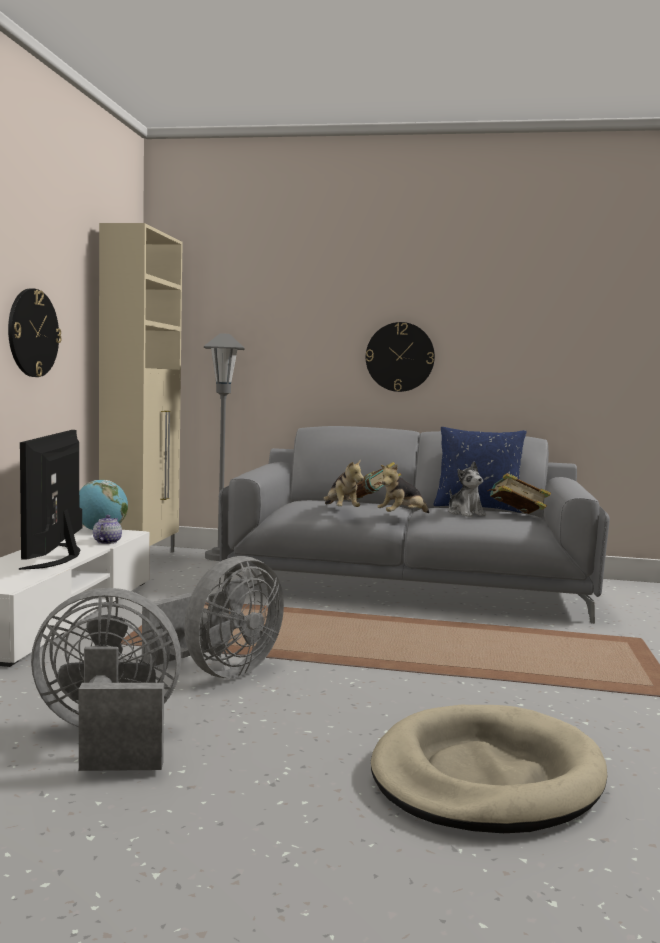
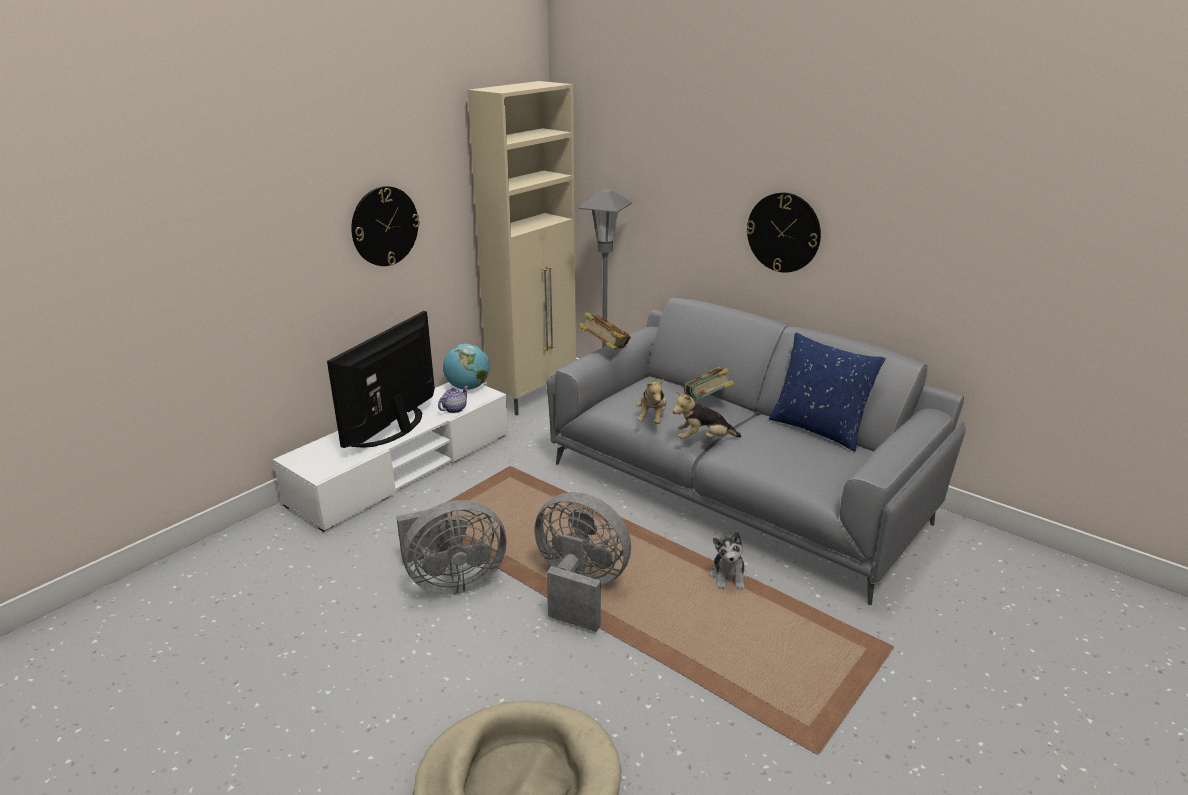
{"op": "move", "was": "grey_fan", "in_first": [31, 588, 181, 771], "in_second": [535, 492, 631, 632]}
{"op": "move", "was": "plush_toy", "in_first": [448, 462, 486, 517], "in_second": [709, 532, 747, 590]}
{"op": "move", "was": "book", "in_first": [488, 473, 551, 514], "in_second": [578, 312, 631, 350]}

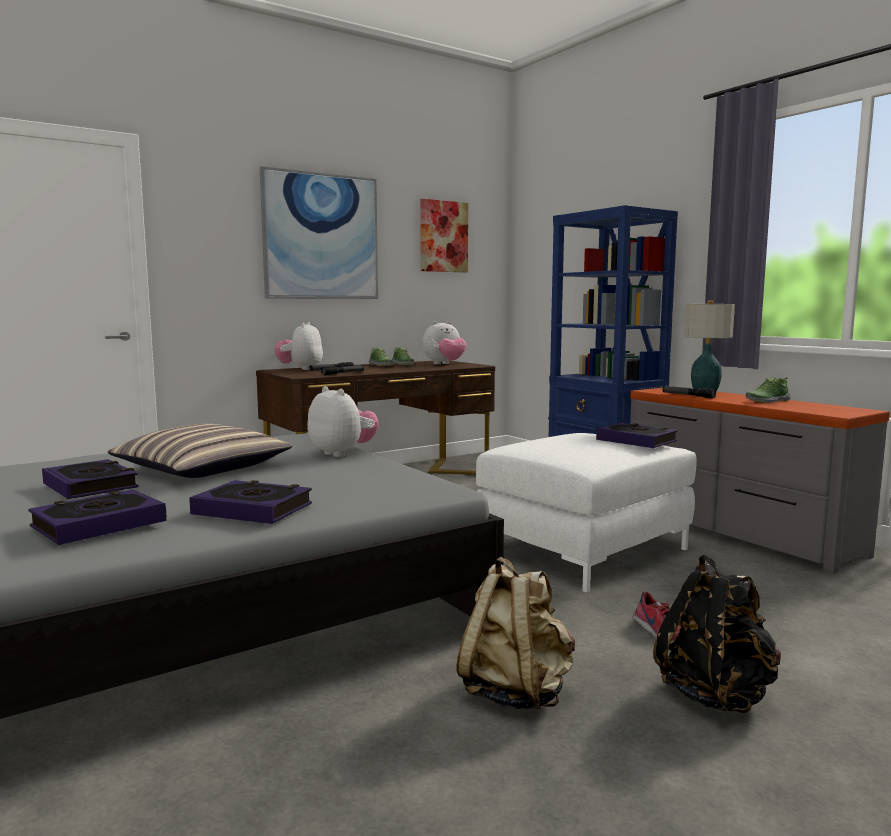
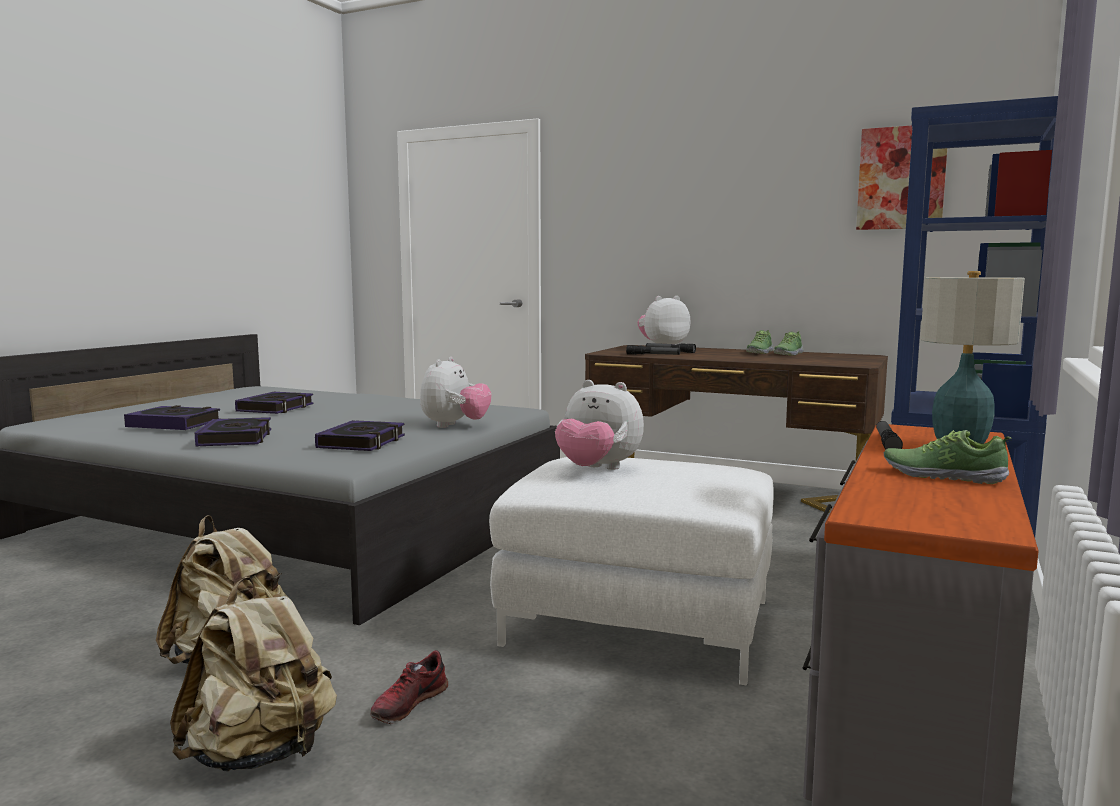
{"op": "delete", "was": "pillow", "in_first": [108, 424, 292, 478]}
{"op": "delete", "was": "picture", "in_first": [260, 166, 378, 299]}
{"op": "move", "was": "plush_toy", "in_first": [422, 321, 466, 365], "in_second": [555, 380, 644, 470]}
{"op": "move", "was": "book", "in_first": [596, 423, 678, 448], "in_second": [315, 420, 405, 451]}
{"op": "recolor", "was": "black_backpack", "now": "beige_backpack", "in_first": [653, 554, 781, 713], "in_second": [170, 577, 337, 772]}

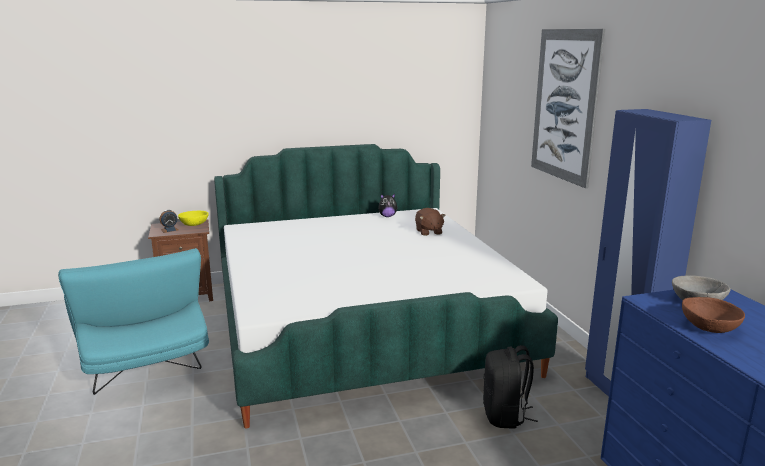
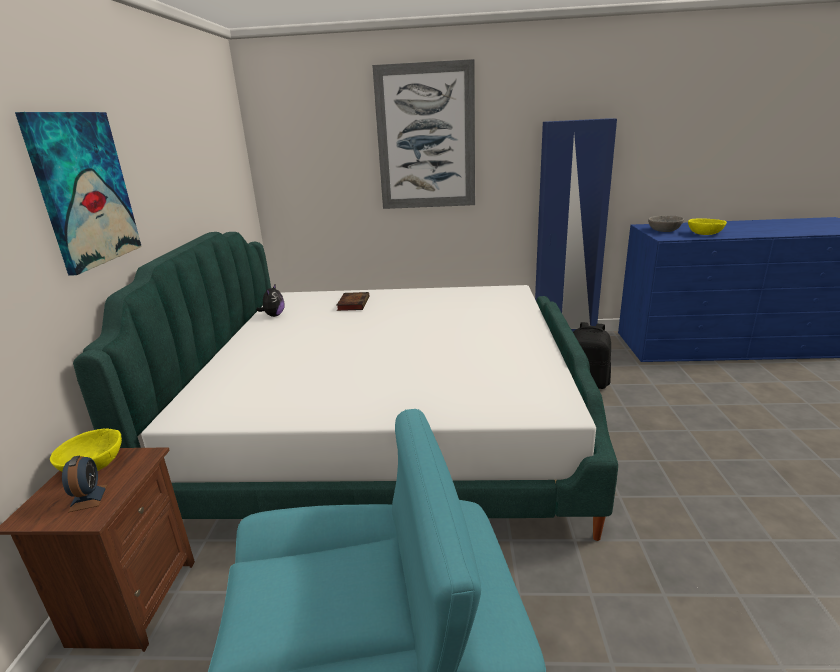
{"op": "insert", "now": "picture", "in_second": [15, 112, 142, 276]}
{"op": "replace", "was": "brown_plush_toy", "now": "book", "in_first": [415, 208, 446, 236], "in_second": [336, 292, 369, 311]}
{"op": "recolor", "was": "brown_bowl", "now": "yellow_bowl", "in_first": [682, 297, 745, 333], "in_second": [688, 219, 727, 235]}

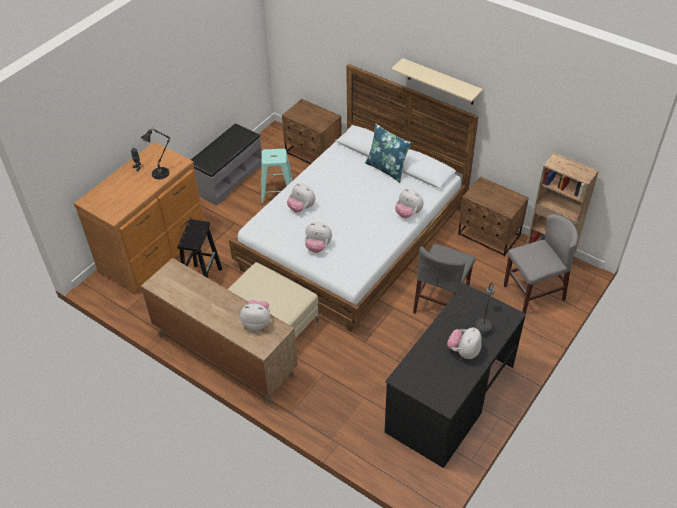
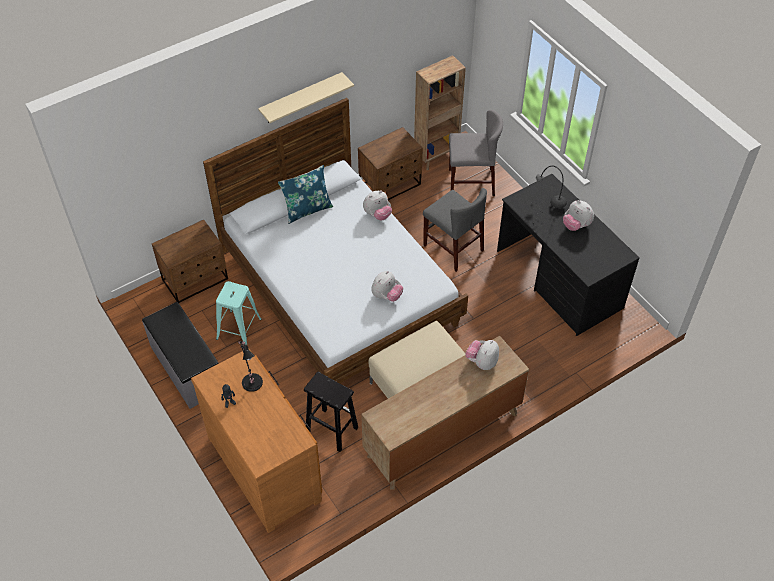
{"op": "delete", "was": "plush_toy", "in_first": [287, 183, 315, 212]}
{"op": "rotate", "was": "grey_chair", "in_first": [504, 214, 578, 314], "in_second": [449, 110, 503, 196], "clockwise": 90}

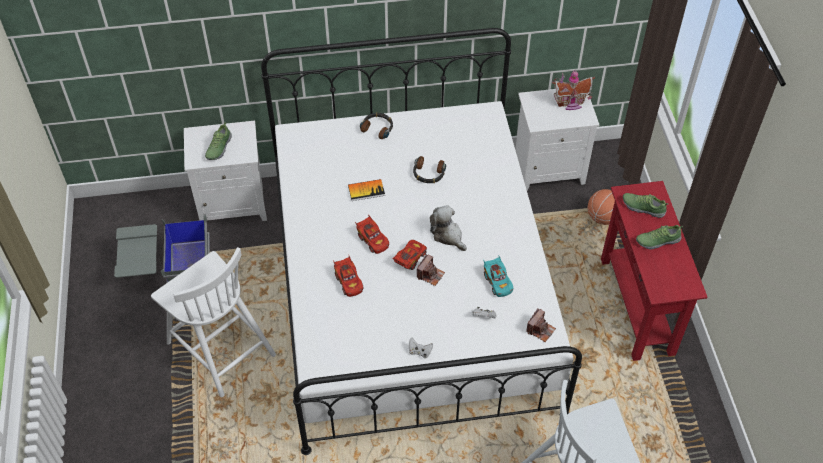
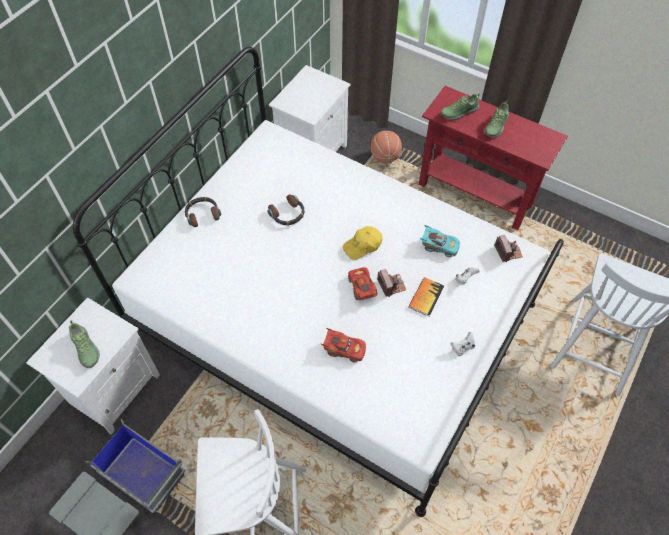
{"op": "delete", "was": "red_toy_car", "in_first": [355, 214, 389, 254]}
{"op": "delete", "was": "toy_house", "in_first": [552, 70, 595, 110]}
{"op": "move", "was": "book", "in_first": [348, 179, 385, 201], "in_second": [408, 277, 444, 317]}
{"op": "replace", "was": "plush_toy", "now": "yellow_cap", "in_first": [430, 205, 467, 251], "in_second": [343, 226, 382, 260]}

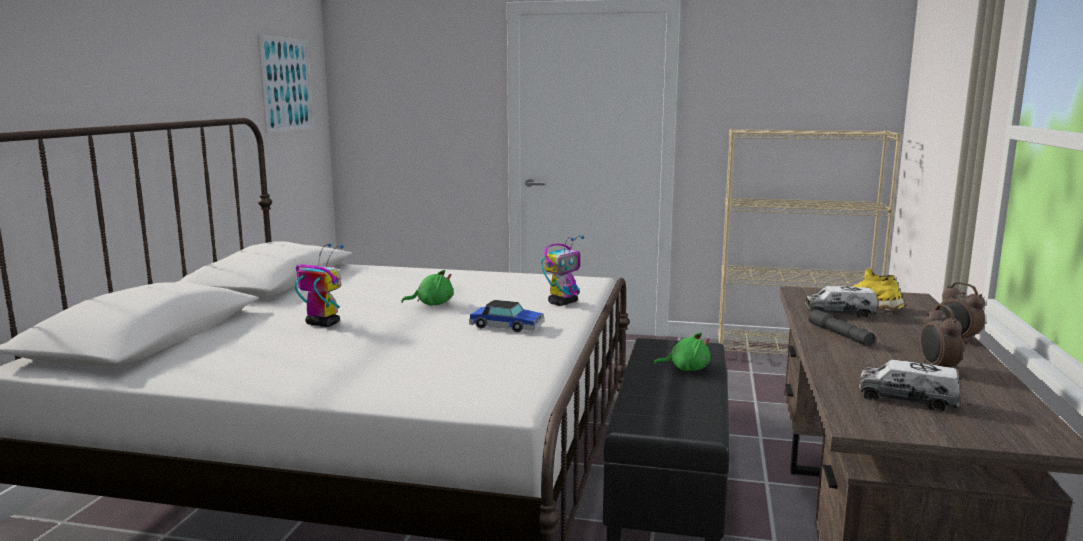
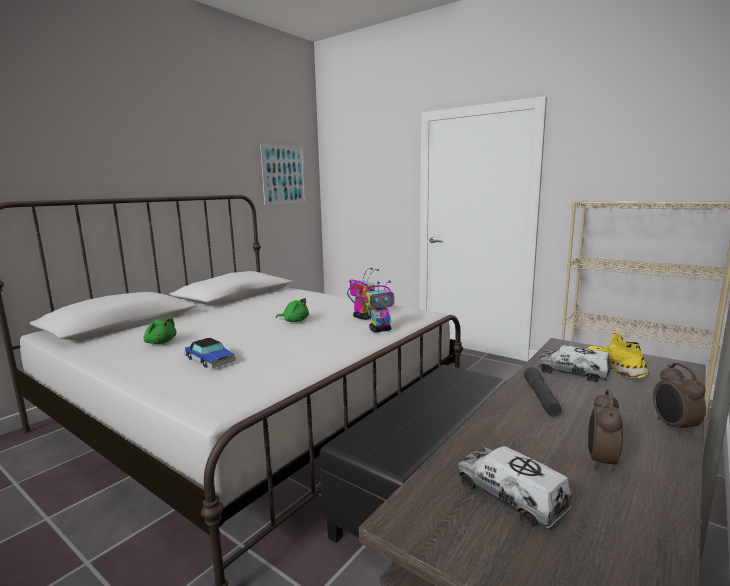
{"op": "move", "was": "toy_robot", "in_first": [295, 243, 344, 327], "in_second": [347, 268, 379, 320]}
{"op": "move", "was": "toy_car", "in_first": [469, 300, 544, 332], "in_second": [185, 338, 236, 369]}
{"op": "move", "was": "green_plush_toy", "in_first": [653, 333, 711, 371], "in_second": [143, 317, 177, 344]}

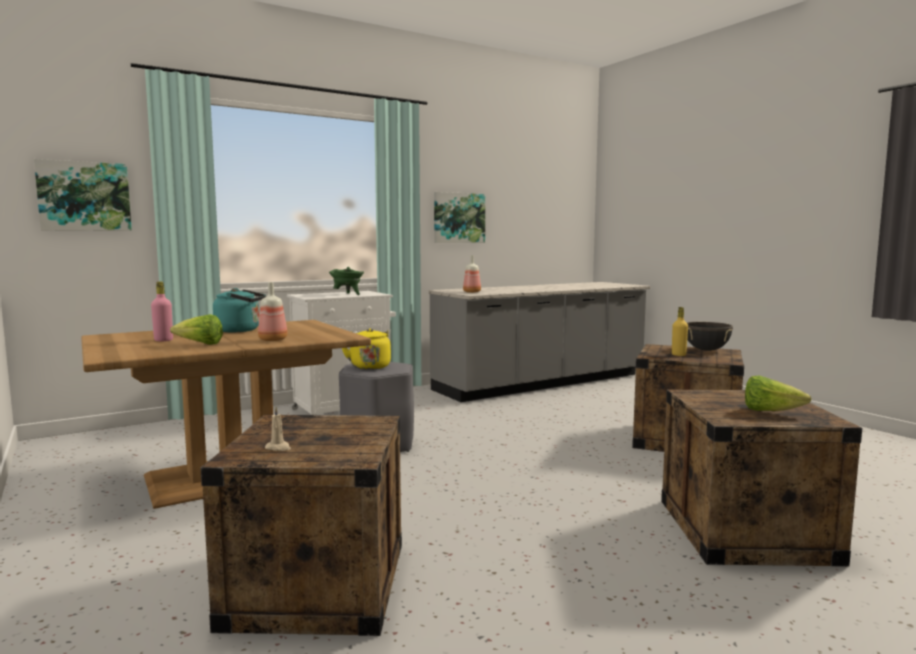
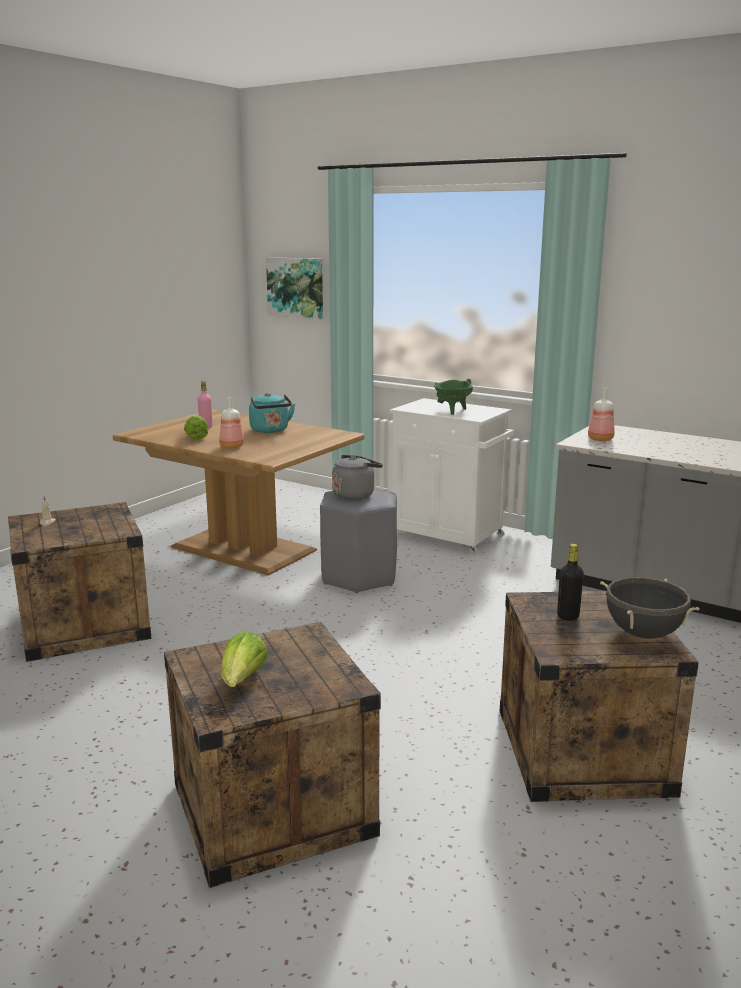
{"op": "delete", "was": "picture", "in_first": [434, 192, 485, 243]}
{"op": "recolor", "was": "yellow_kettle", "now": "grey_kettle", "in_first": [342, 328, 391, 370], "in_second": [332, 455, 383, 500]}
{"op": "recolor", "was": "yellow_bottle", "now": "black_bottle", "in_first": [672, 307, 688, 356], "in_second": [557, 544, 584, 621]}

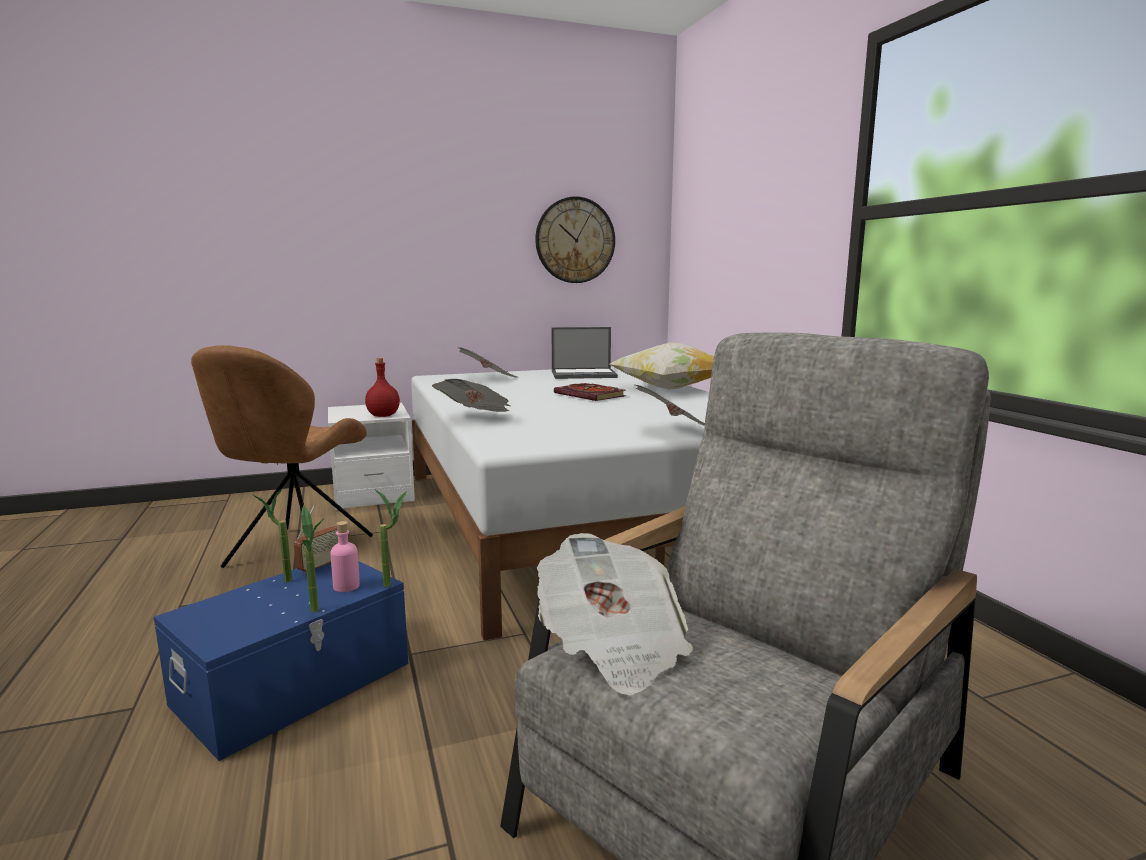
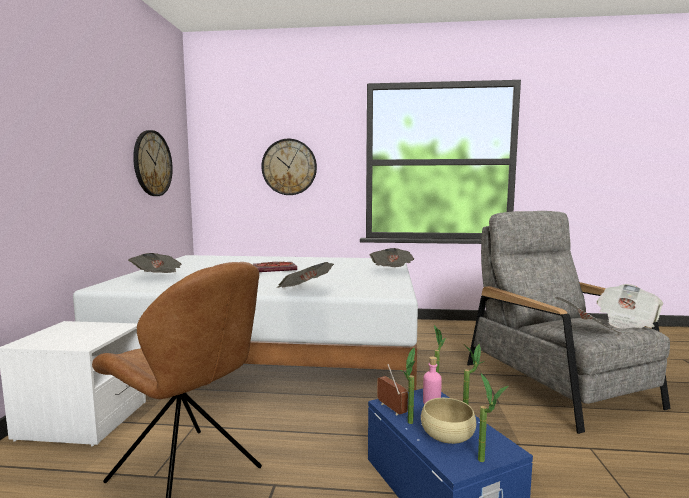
{"op": "delete", "was": "red_bottle", "in_first": [365, 358, 400, 417]}
{"op": "delete", "was": "laptop", "in_first": [552, 327, 618, 379]}
{"op": "delete", "was": "pillow", "in_first": [609, 342, 714, 390]}
{"op": "insert", "now": "wall_clock", "in_second": [261, 139, 317, 195]}
{"op": "insert", "now": "beige_bowl", "in_second": [421, 398, 476, 444]}
{"op": "insert", "now": "potted_plant", "in_second": [478, 374, 509, 462]}
{"op": "insert", "now": "newspaper", "in_second": [596, 284, 663, 328]}

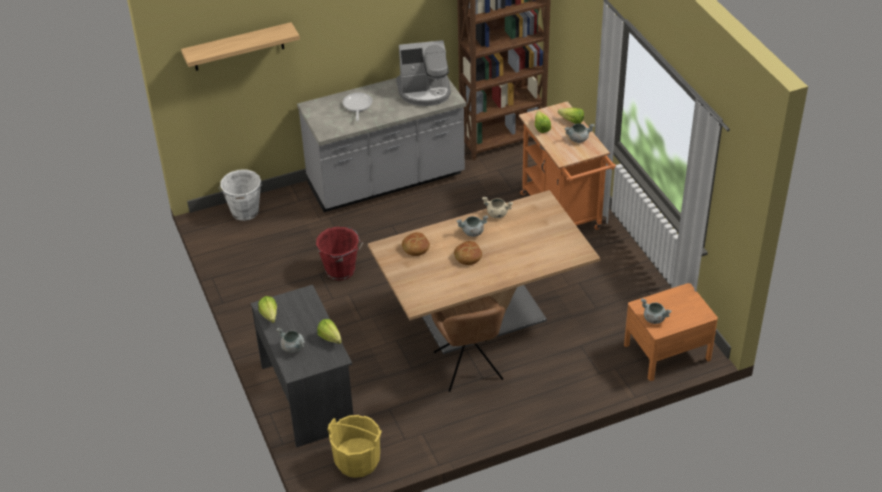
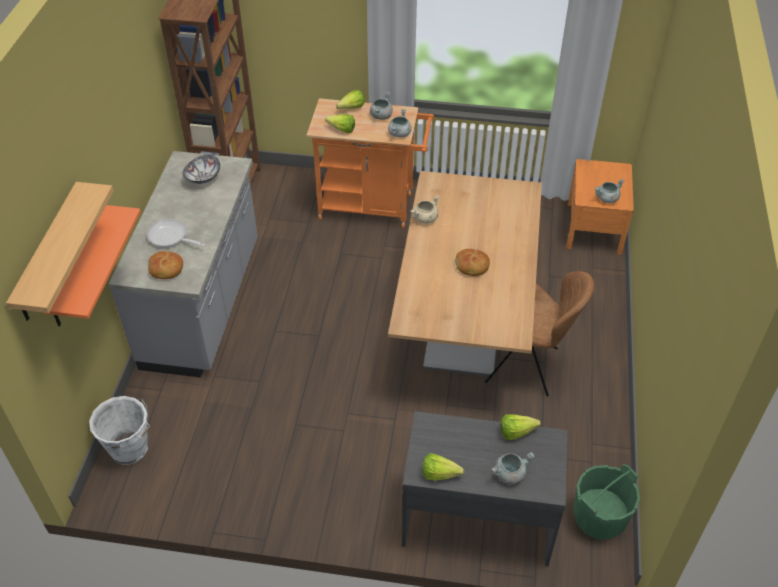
{"op": "delete", "was": "red_bucket", "in_first": [316, 227, 363, 281]}
{"op": "insert", "now": "orange_shelf", "in_second": [42, 205, 141, 326]}
{"op": "move", "was": "bread", "in_first": [402, 232, 430, 256], "in_second": [148, 251, 183, 279]}
{"op": "move", "was": "grey_cooking_pot", "in_first": [456, 215, 488, 237], "in_second": [388, 109, 412, 138]}
{"op": "replace", "was": "coffee_machine", "now": "bowl", "in_first": [396, 40, 451, 106], "in_second": [183, 155, 220, 184]}
{"op": "recolor", "was": "yellow_bucket", "now": "green_bucket", "in_first": [328, 415, 382, 478], "in_second": [573, 464, 640, 540]}

